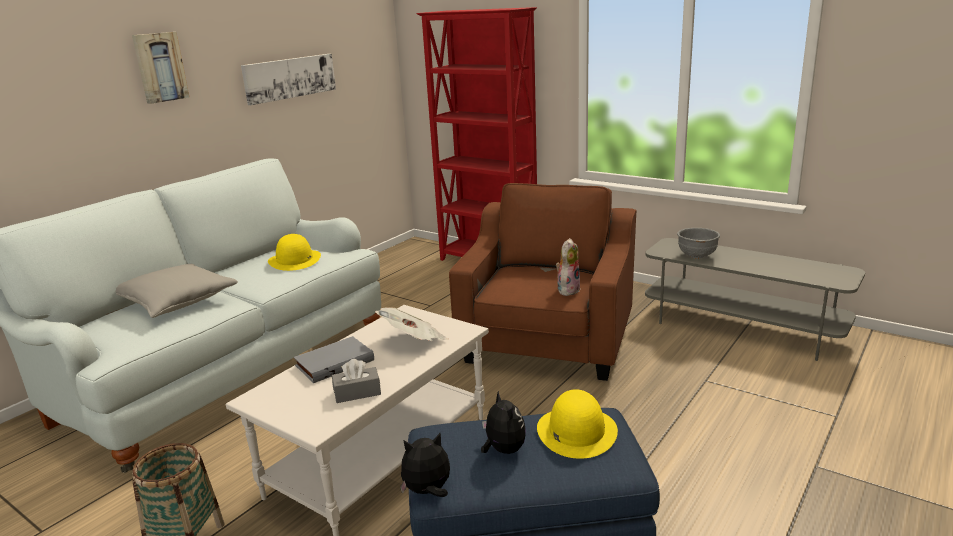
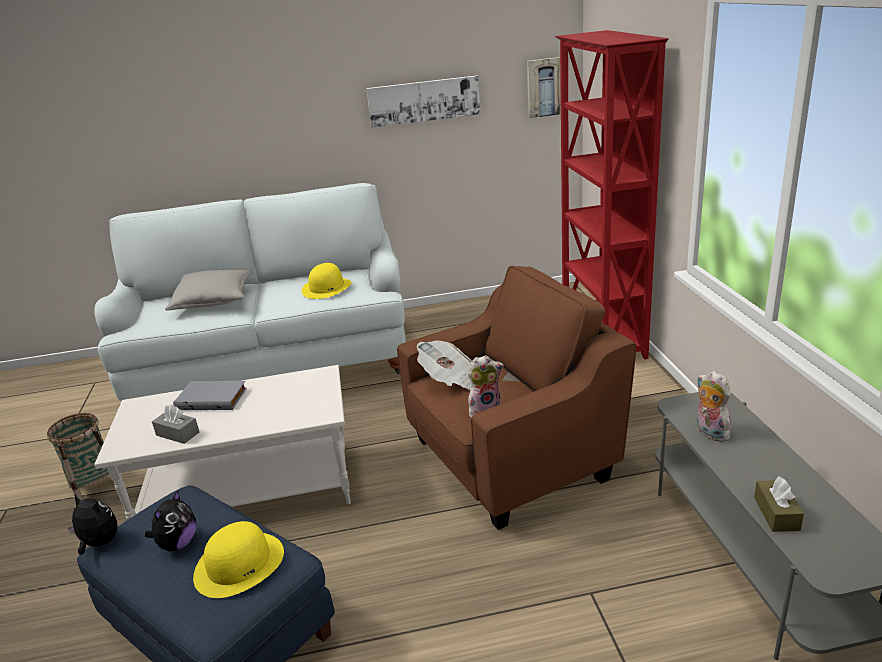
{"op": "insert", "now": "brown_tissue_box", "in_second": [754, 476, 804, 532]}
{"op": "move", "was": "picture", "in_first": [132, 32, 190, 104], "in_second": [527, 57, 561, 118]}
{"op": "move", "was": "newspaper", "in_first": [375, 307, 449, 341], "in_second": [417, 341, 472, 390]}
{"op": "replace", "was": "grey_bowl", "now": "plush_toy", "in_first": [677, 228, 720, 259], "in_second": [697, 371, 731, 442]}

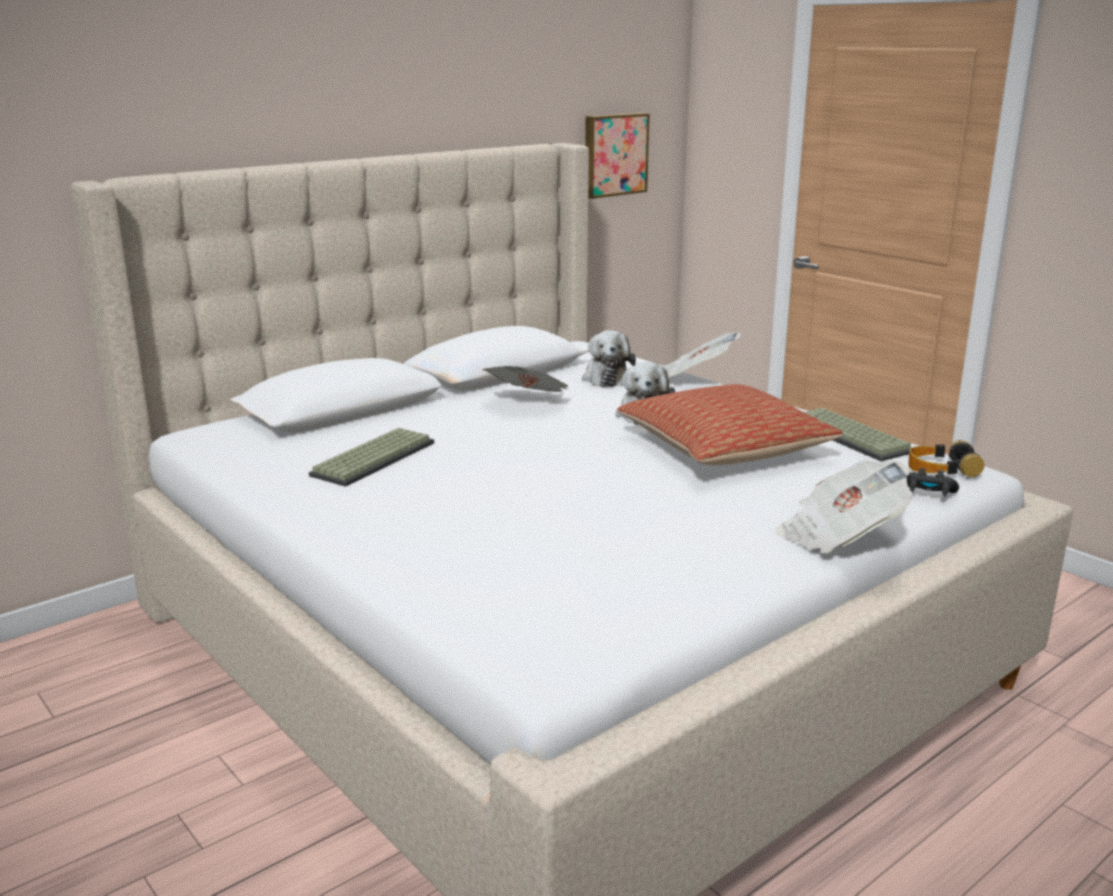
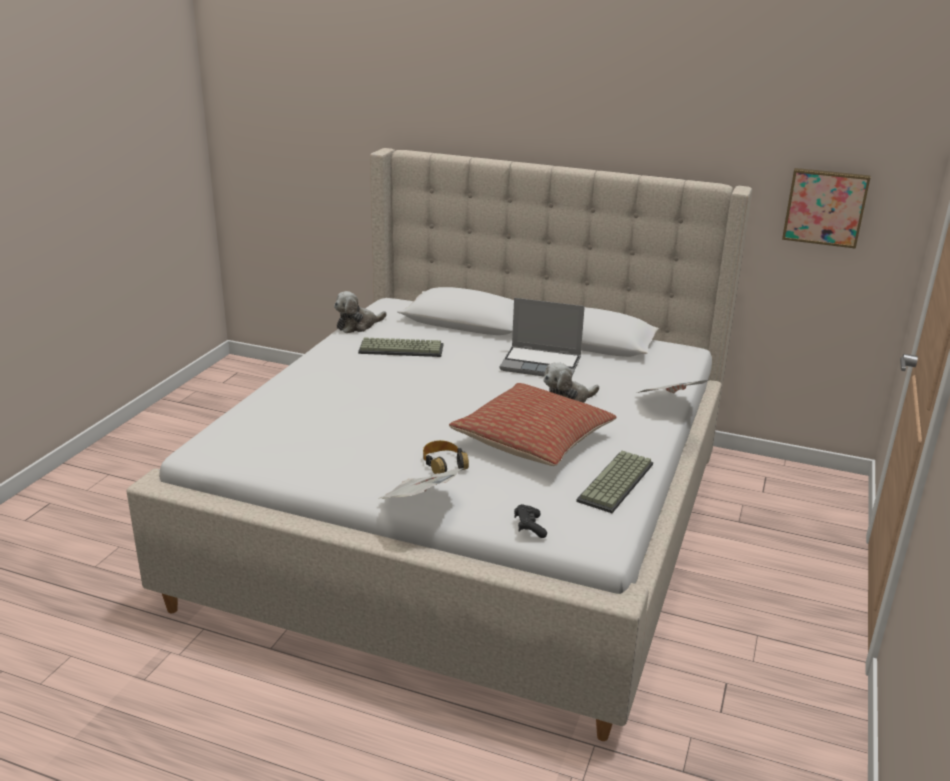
{"op": "move", "was": "plush_toy", "in_first": [582, 330, 636, 387], "in_second": [334, 291, 387, 333]}
{"op": "move", "was": "headphones", "in_first": [909, 440, 984, 478], "in_second": [423, 440, 469, 474]}
{"op": "replace", "was": "newspaper", "now": "laptop", "in_first": [482, 366, 568, 392], "in_second": [499, 298, 585, 376]}

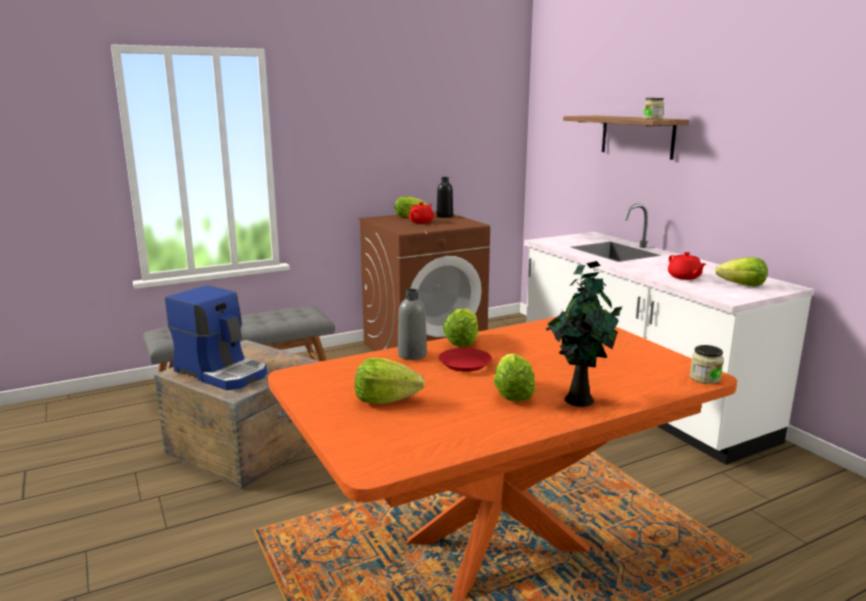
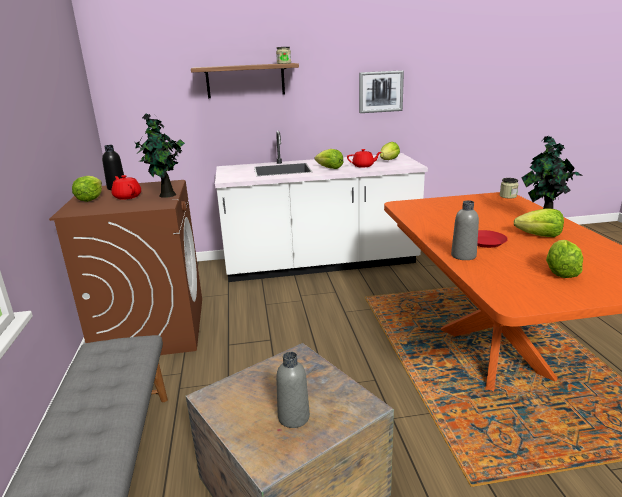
{"op": "insert", "now": "potted_plant", "in_second": [134, 113, 185, 198]}
{"op": "insert", "now": "picture", "in_second": [359, 70, 404, 113]}
{"op": "move", "was": "lettuce", "in_first": [443, 309, 478, 347], "in_second": [315, 149, 344, 169]}
{"op": "replace", "was": "coffee_machine", "now": "grey_bottle", "in_first": [165, 285, 267, 390], "in_second": [276, 352, 310, 428]}

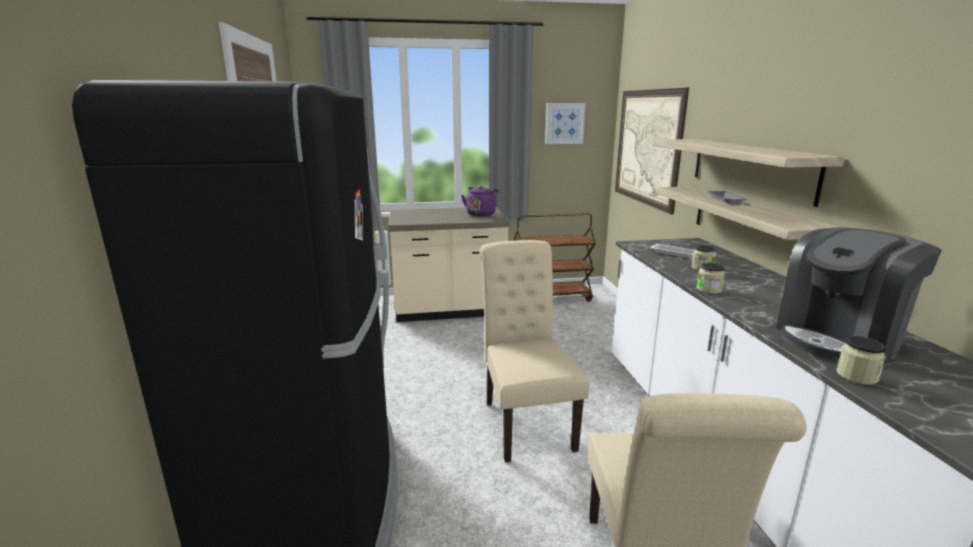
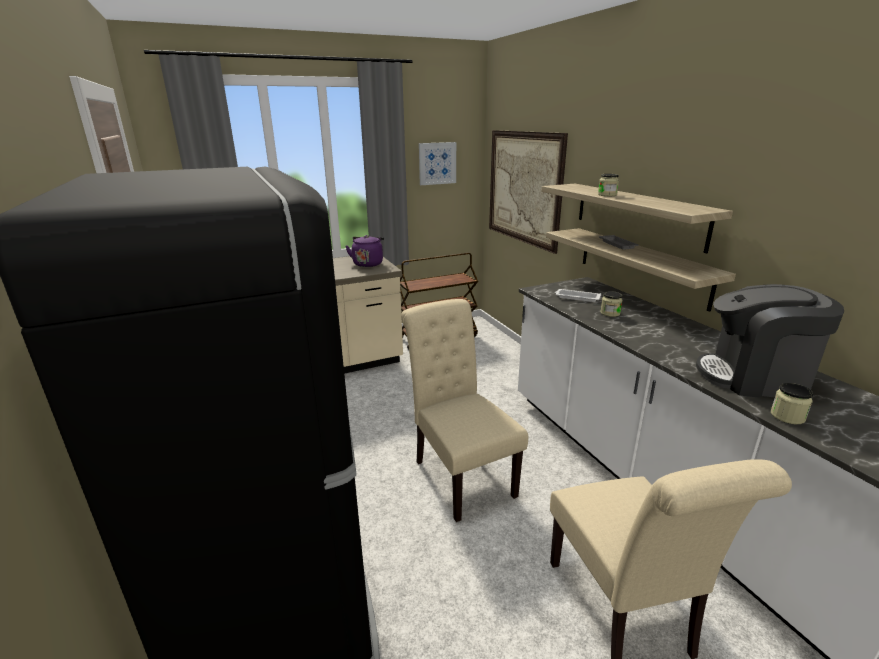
{"op": "move", "was": "jar", "in_first": [697, 263, 725, 294], "in_second": [598, 174, 619, 196]}
{"op": "rotate", "was": "coffee_machine", "in_first": [776, 227, 942, 363], "in_second": [696, 284, 844, 398], "clockwise": 60}

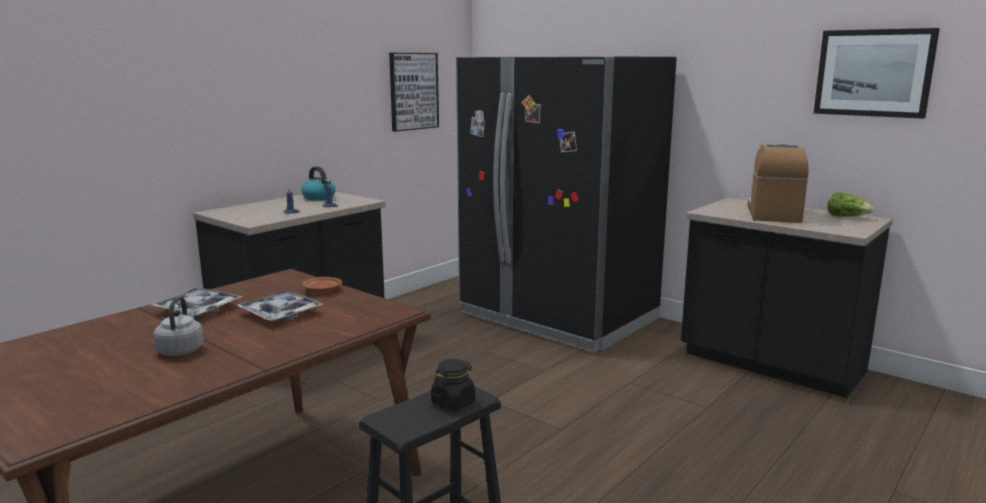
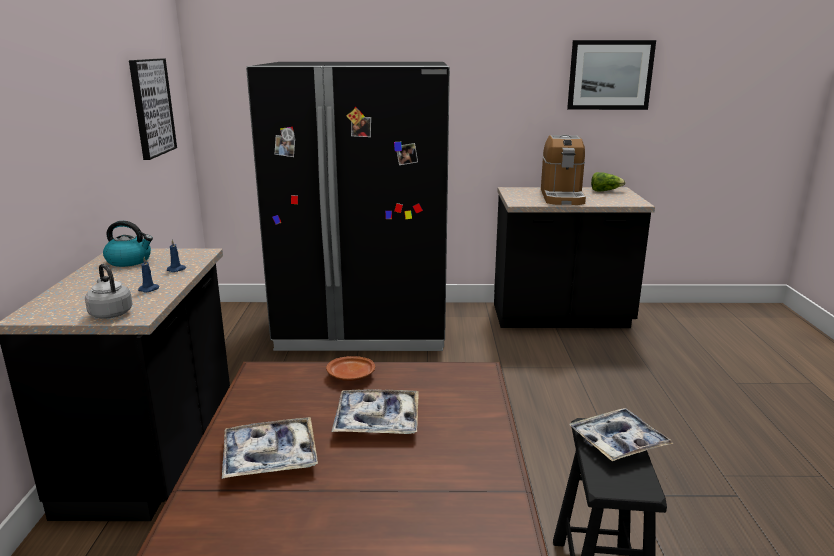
{"op": "move", "was": "grey_kettle", "in_first": [153, 296, 204, 356], "in_second": [85, 264, 132, 319]}
{"op": "replace", "was": "black_jar", "now": "tray", "in_first": [431, 359, 475, 411], "in_second": [570, 408, 674, 461]}
{"op": "rotate", "was": "coffee_machine", "in_first": [747, 144, 809, 223], "in_second": [541, 135, 586, 205], "clockwise": -150}

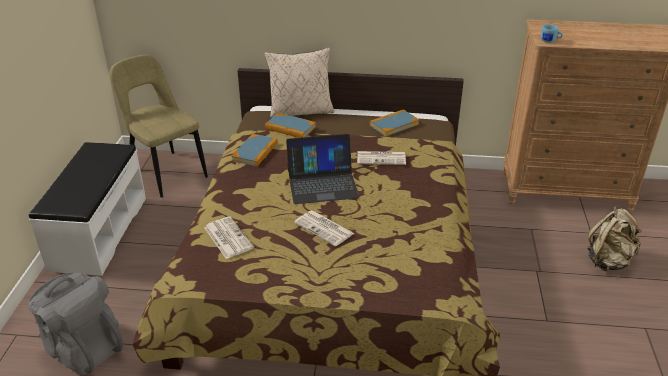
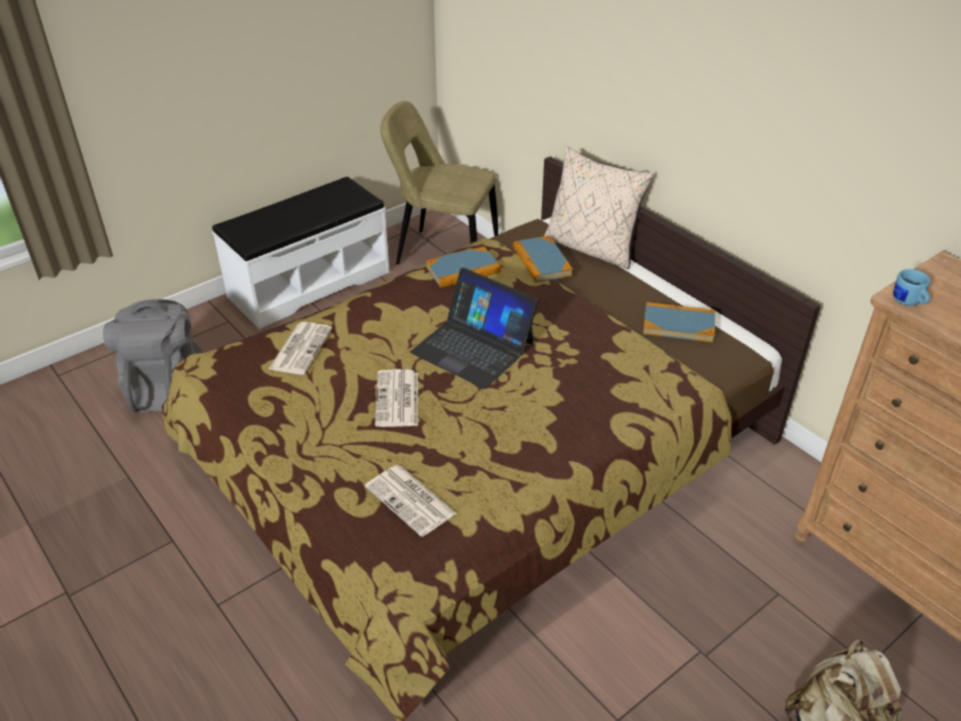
{"op": "move", "was": "newspaper", "in_first": [357, 151, 406, 165], "in_second": [365, 465, 457, 537]}
{"op": "rotate", "was": "beige_chair", "in_first": [109, 55, 208, 198], "in_second": [380, 101, 498, 265], "clockwise": -75}

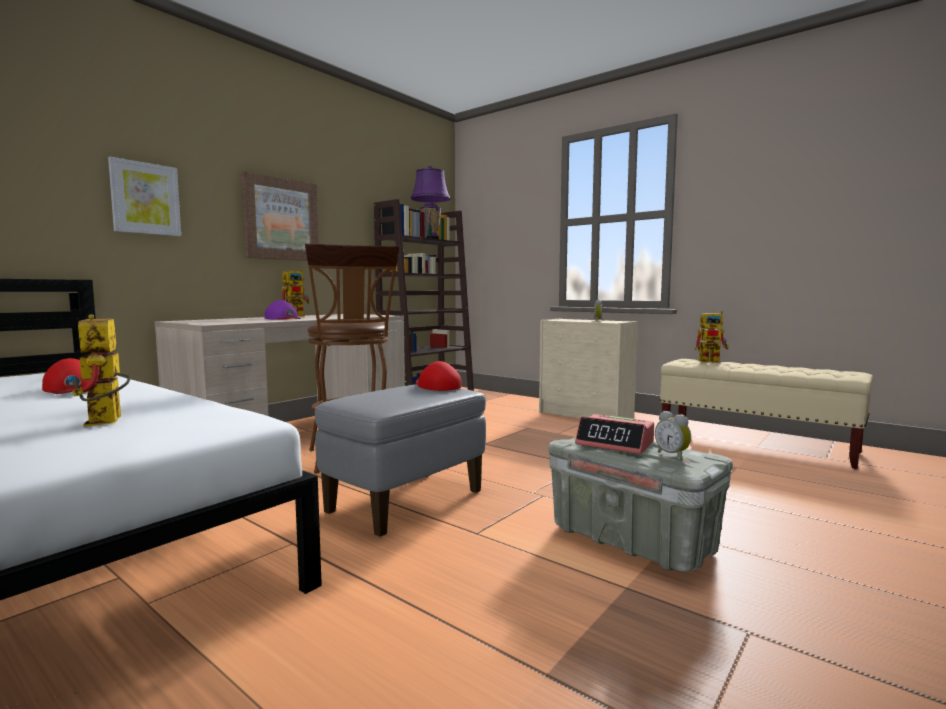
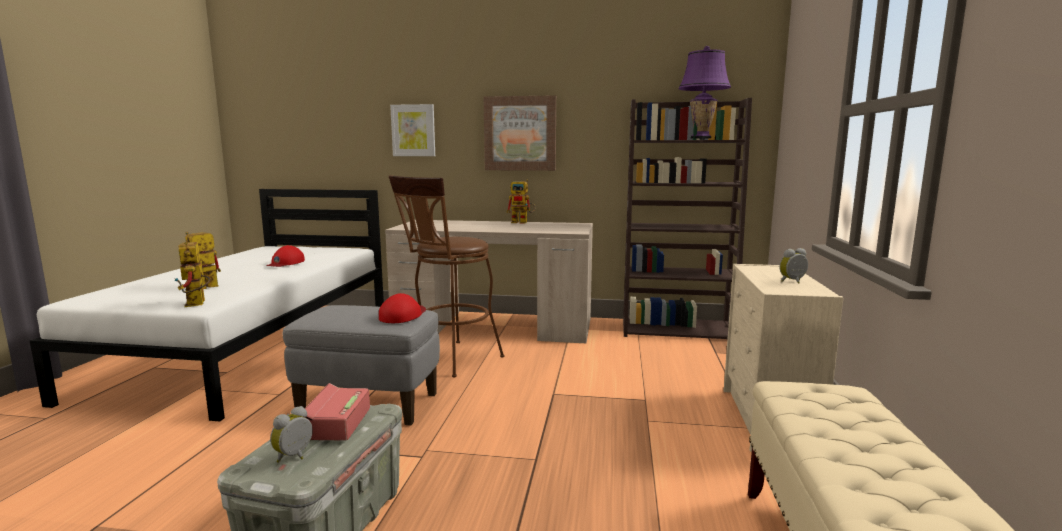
{"op": "delete", "was": "purple_cap", "in_first": [265, 300, 301, 320]}
{"op": "move", "was": "toy_robot", "in_first": [695, 311, 729, 363], "in_second": [174, 242, 210, 307]}

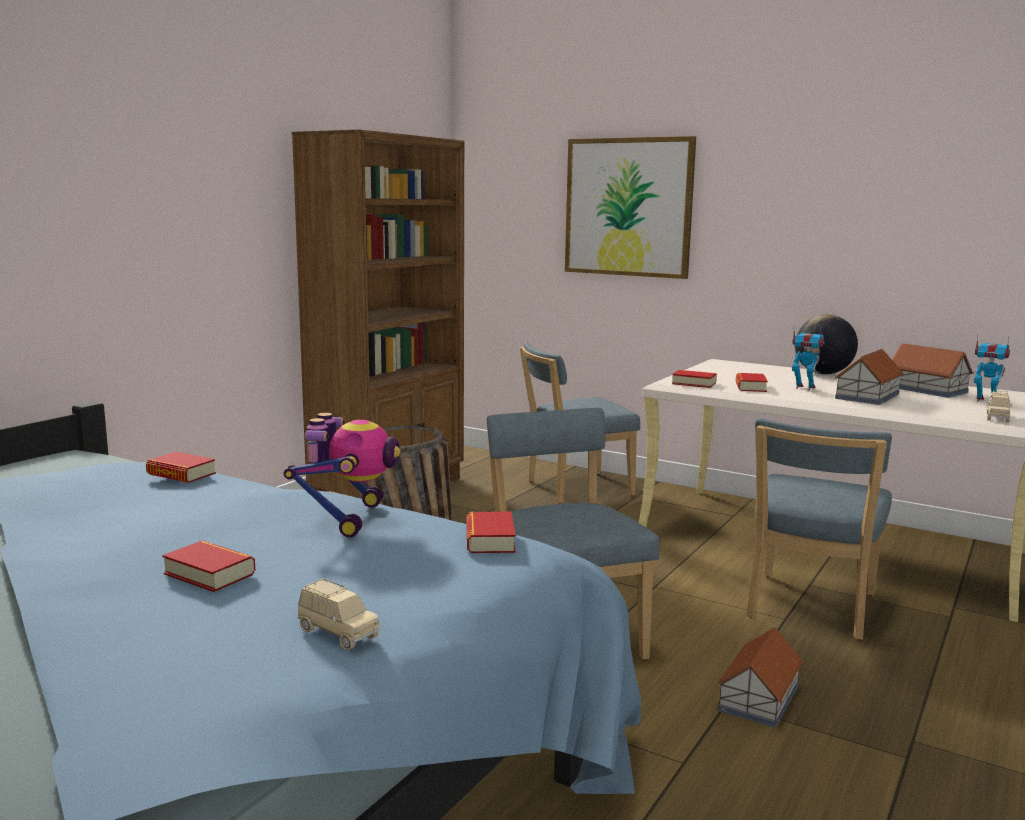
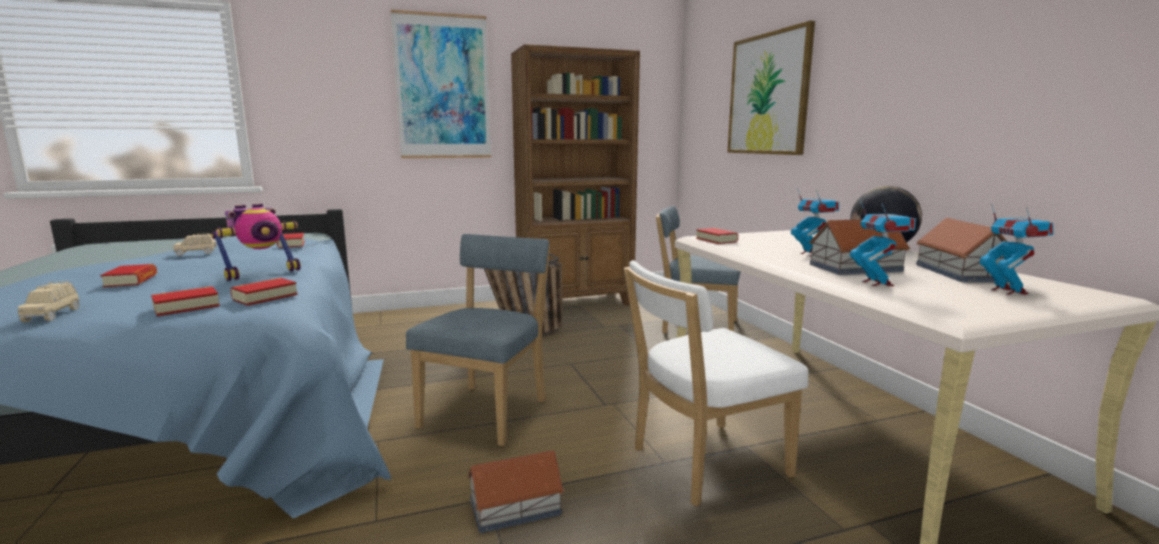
{"op": "insert", "now": "picture", "in_second": [391, 10, 491, 158]}
{"op": "insert", "now": "toy_robot", "in_second": [850, 200, 916, 286]}
{"op": "move", "was": "book", "in_first": [736, 373, 768, 392], "in_second": [151, 286, 220, 316]}
{"op": "move", "was": "beige_toy_car", "in_first": [987, 390, 1012, 422], "in_second": [173, 233, 217, 256]}
{"op": "recolor", "was": "blue_chair", "now": "white_chair", "in_first": [746, 418, 892, 640], "in_second": [624, 260, 808, 506]}

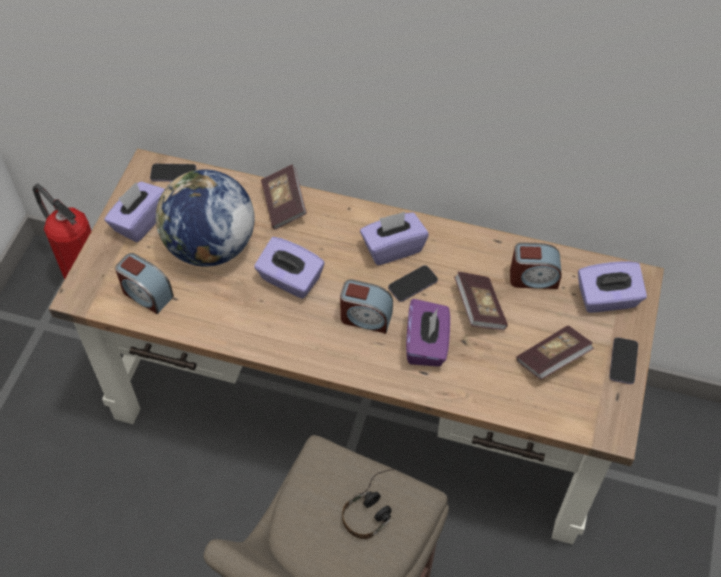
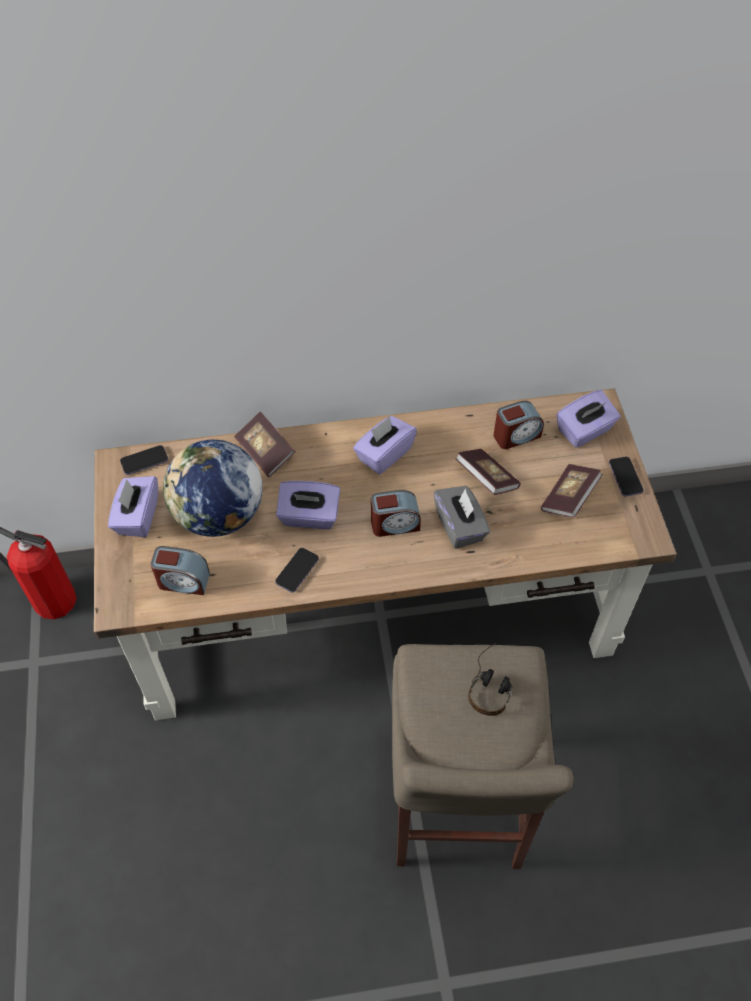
{"op": "move", "was": "phone", "in_first": [388, 265, 438, 302], "in_second": [275, 548, 319, 593]}
{"op": "recolor", "was": "purple_tissue_box", "now": "grey_tissue_box", "in_first": [406, 299, 450, 367], "in_second": [434, 486, 490, 549]}

